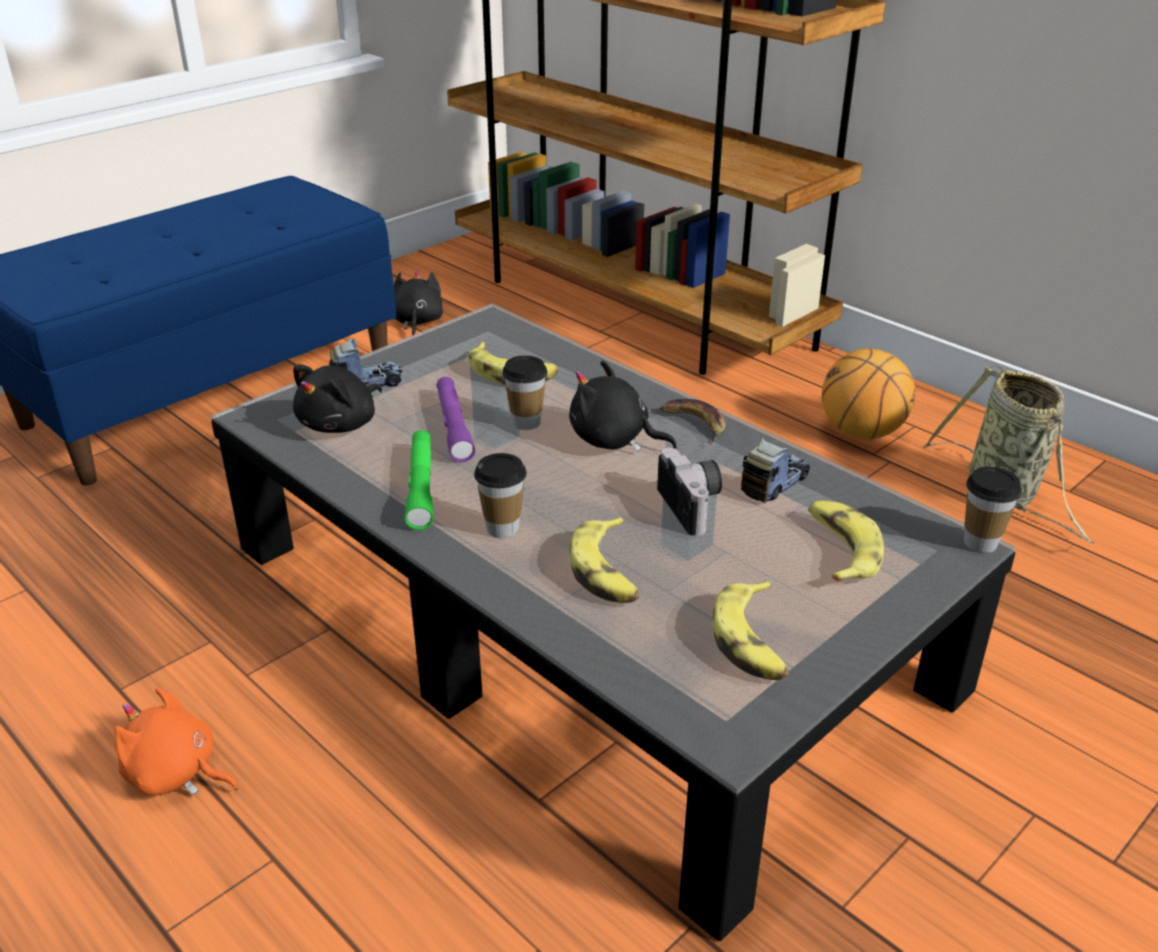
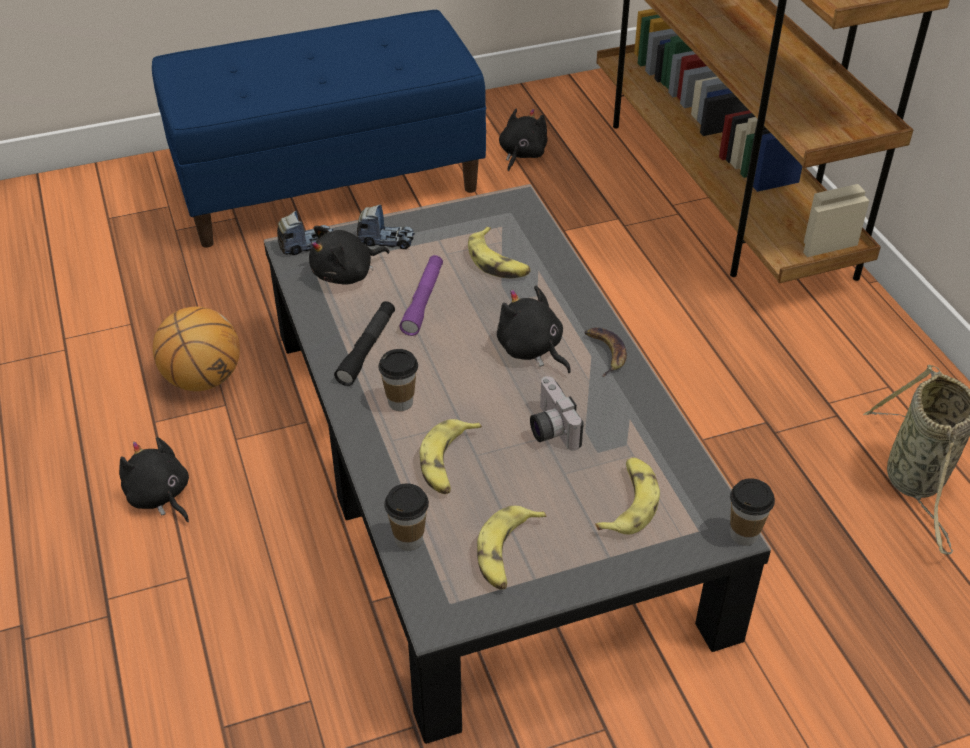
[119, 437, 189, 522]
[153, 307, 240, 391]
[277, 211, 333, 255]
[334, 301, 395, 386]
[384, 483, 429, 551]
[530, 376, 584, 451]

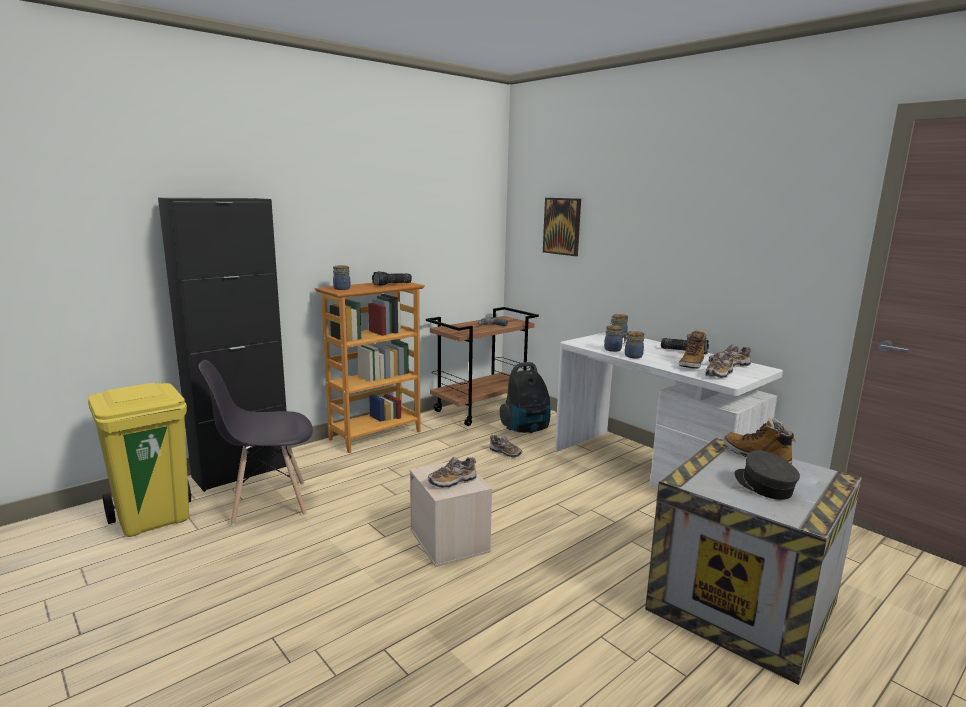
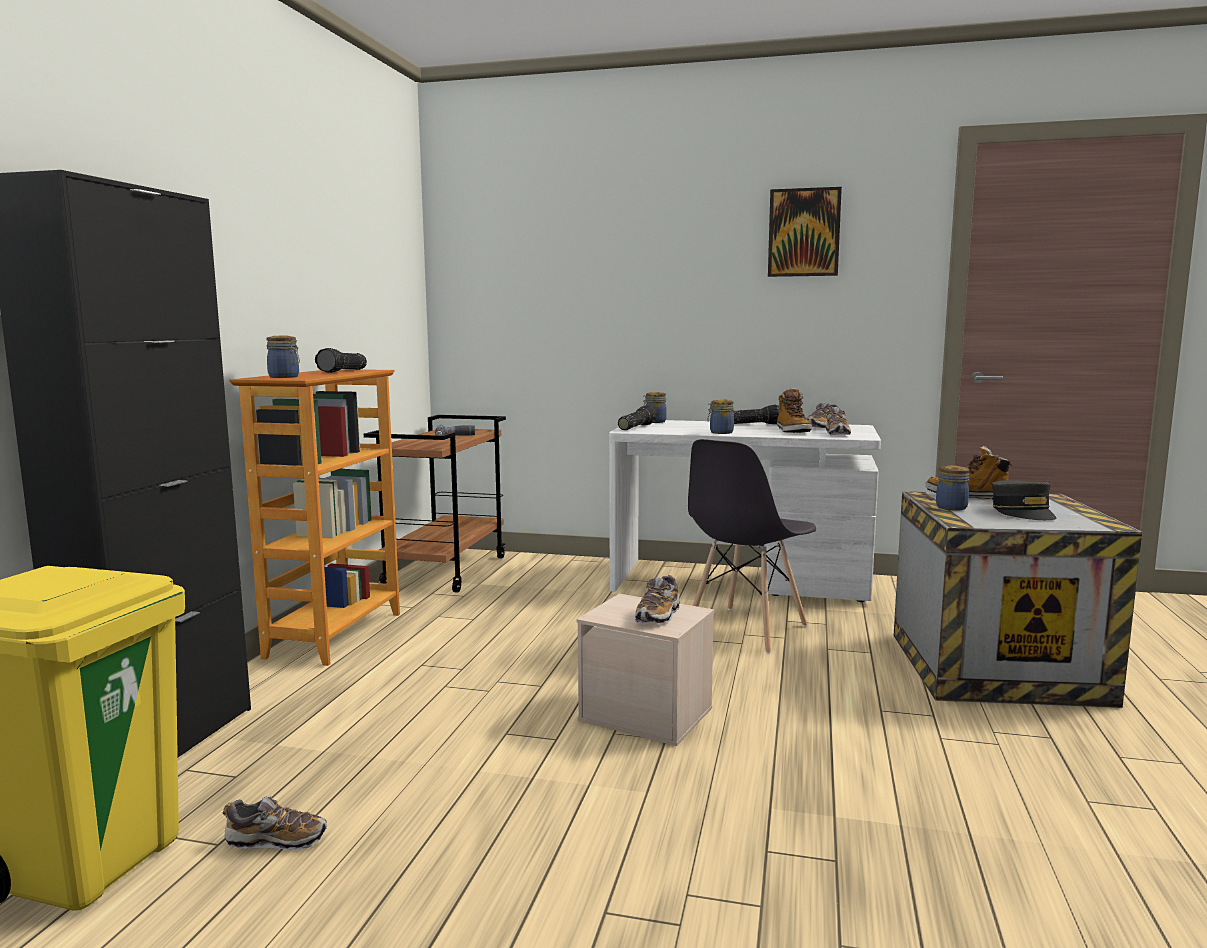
[223, 796, 327, 849]
[618, 405, 657, 430]
[688, 439, 816, 654]
[768, 187, 842, 277]
[936, 466, 970, 511]
[992, 480, 1056, 520]
[500, 362, 551, 433] (first image)

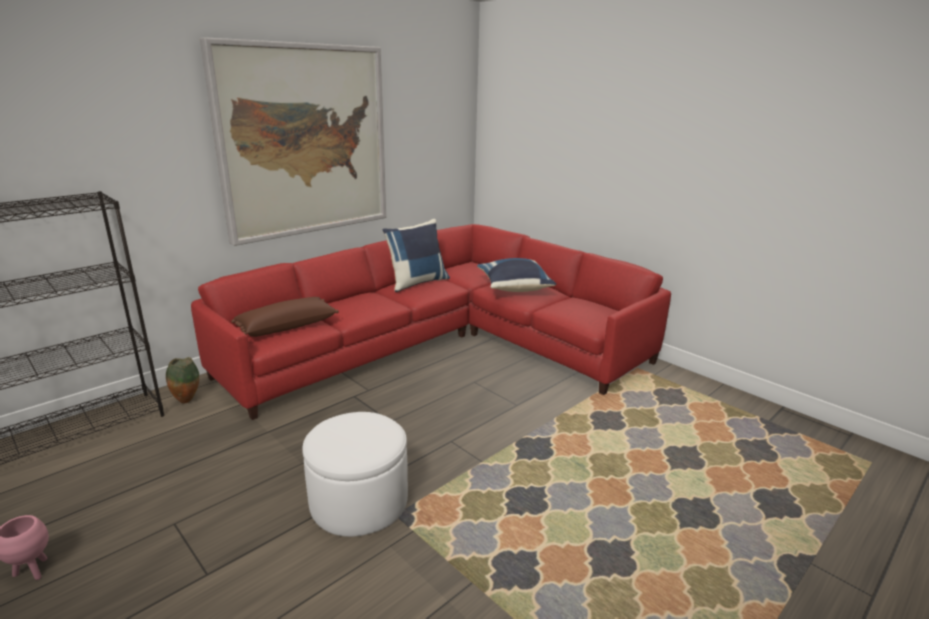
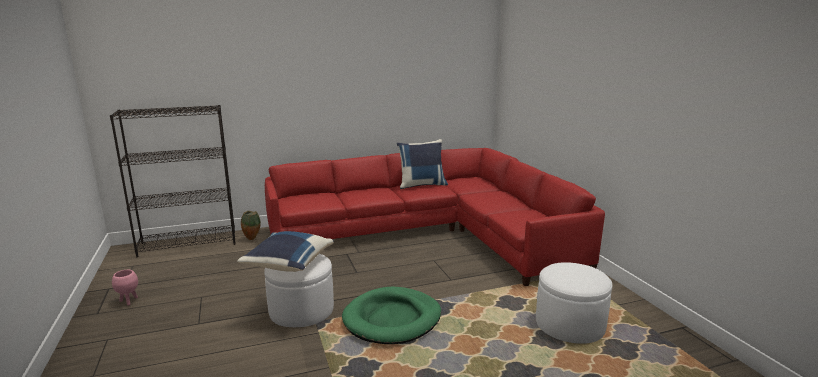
[237, 231, 334, 272]
[342, 286, 441, 344]
[536, 262, 612, 344]
[200, 37, 386, 246] (first image)
[231, 297, 339, 337] (first image)

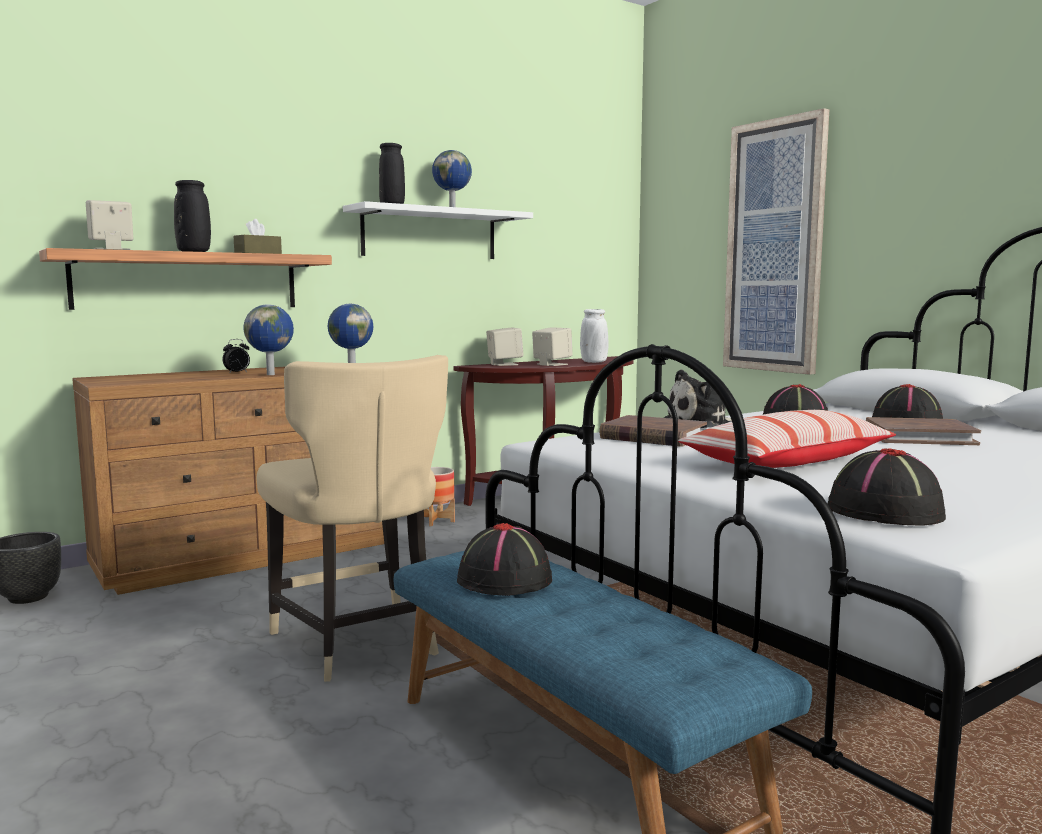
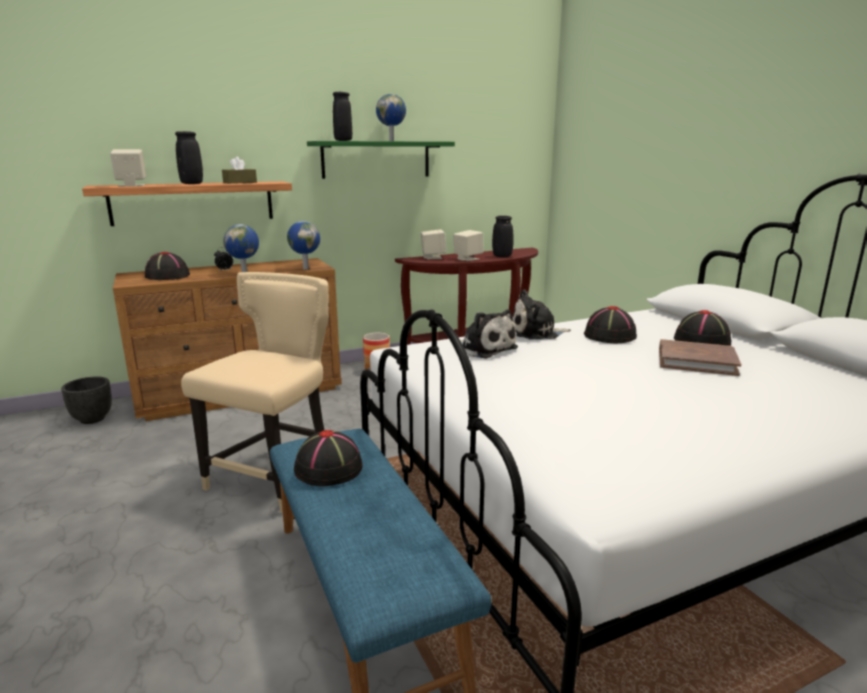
[145, 252, 190, 280]
[181, 272, 329, 513]
[307, 141, 455, 179]
[460, 309, 518, 359]
[492, 216, 514, 257]
[678, 410, 896, 468] (first image)
[723, 108, 829, 375] (first image)

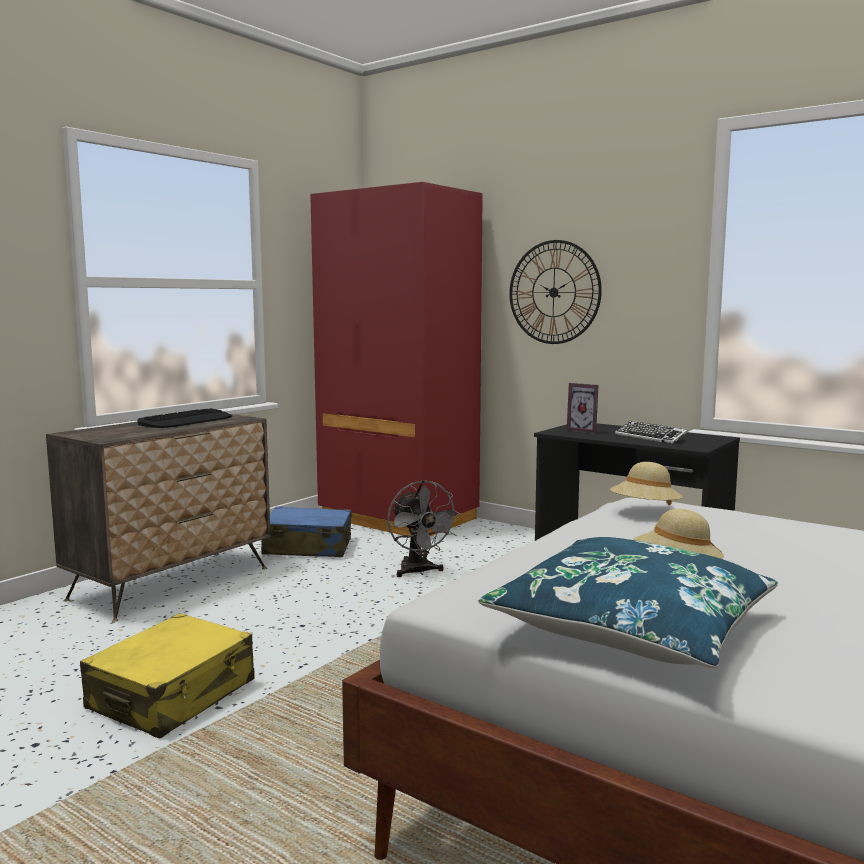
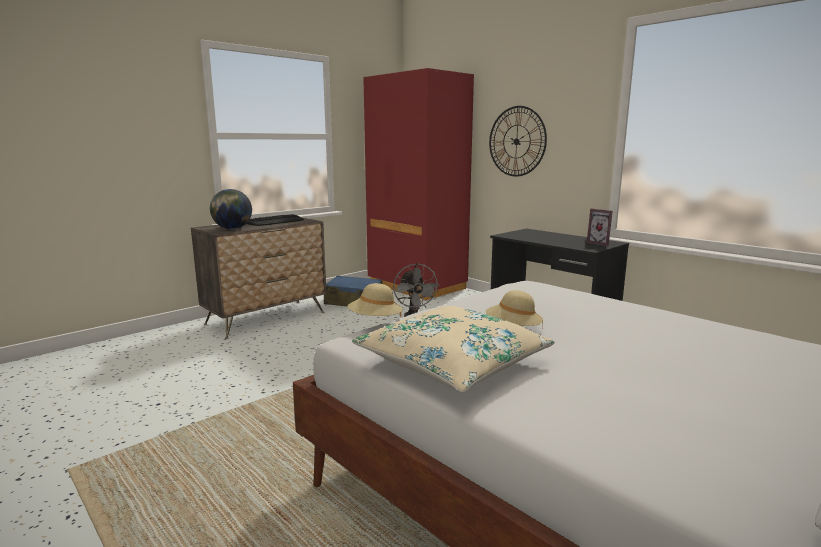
[210, 189, 252, 229]
[348, 283, 402, 317]
[352, 306, 554, 393]
[587, 208, 613, 246]
[80, 613, 255, 739] (first image)
[615, 421, 688, 444] (first image)

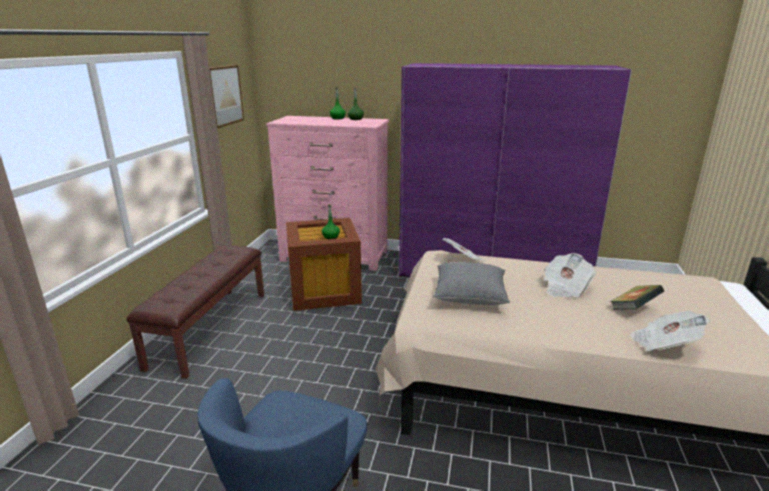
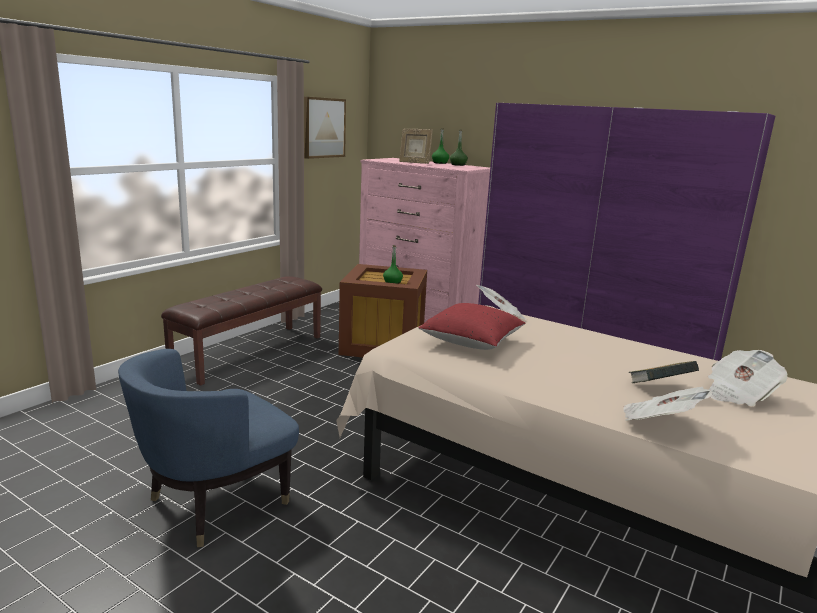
[399, 129, 433, 164]
[418, 303, 526, 350]
[708, 350, 788, 406]

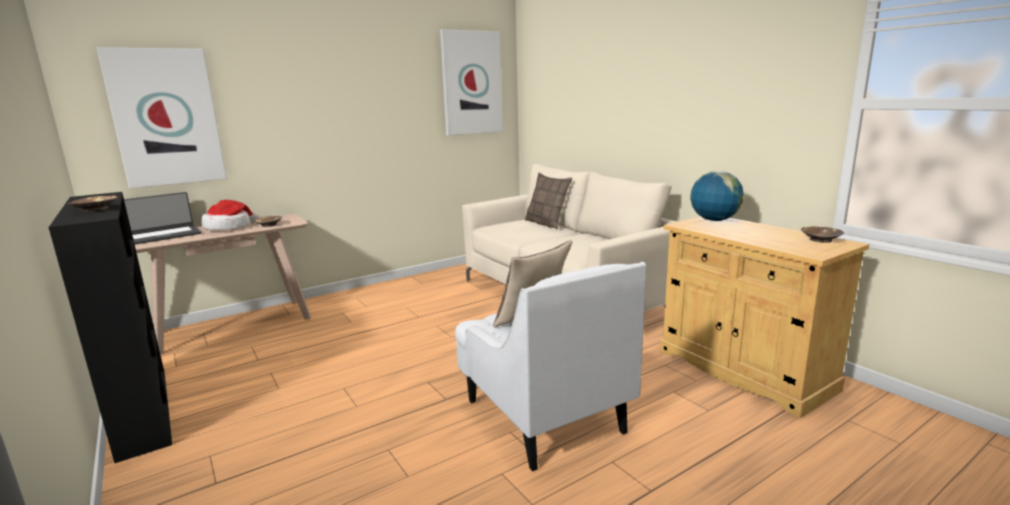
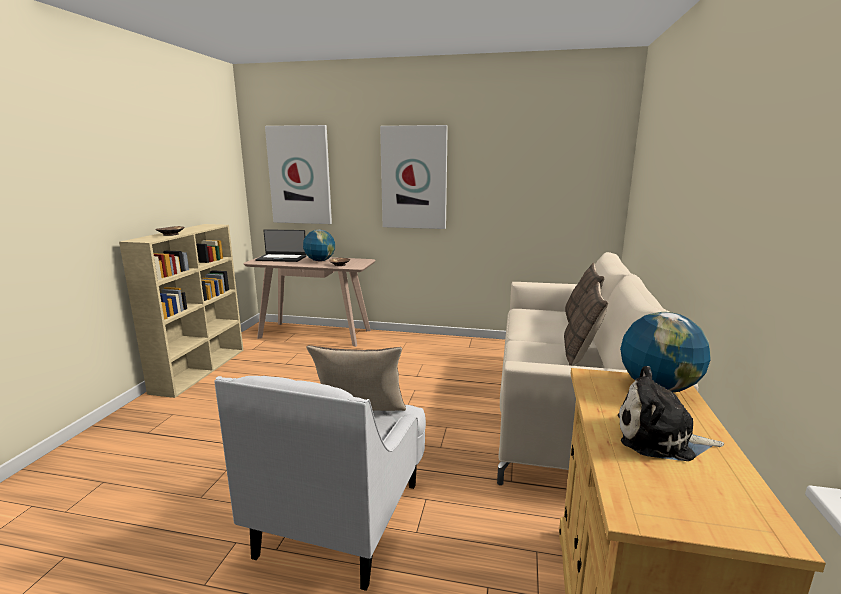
[119, 224, 244, 398]
[303, 229, 335, 261]
[380, 125, 448, 229]
[564, 282, 608, 366]
[618, 366, 724, 461]
[801, 226, 844, 243] (first image)

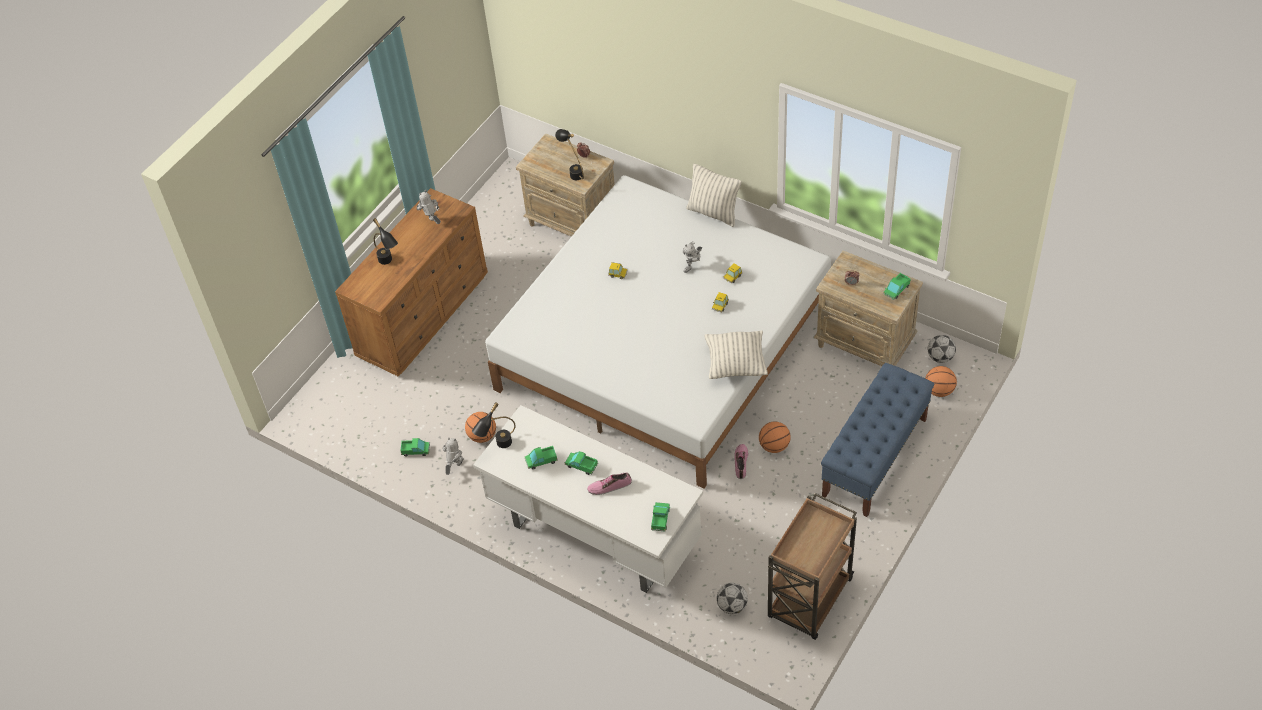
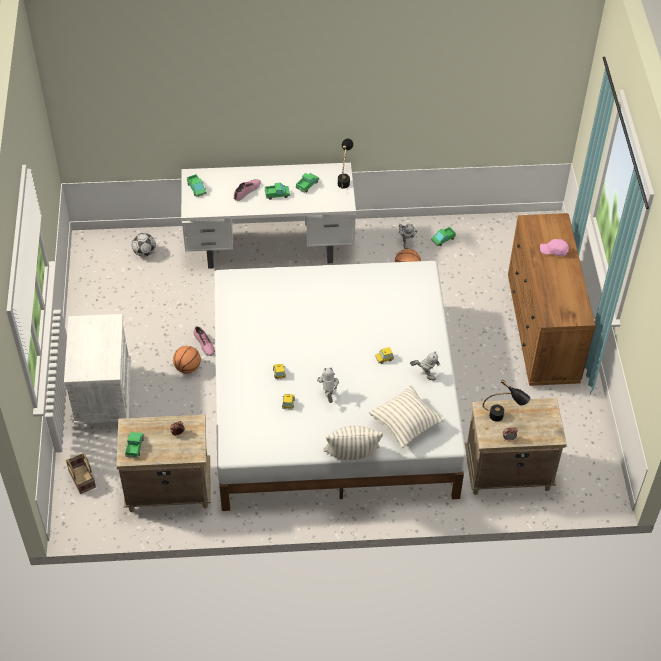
[64, 314, 131, 430]
[66, 453, 96, 494]
[369, 385, 445, 448]
[410, 351, 441, 381]
[540, 239, 569, 256]
[768, 493, 857, 640] (first image)
[928, 335, 956, 363] (first image)

